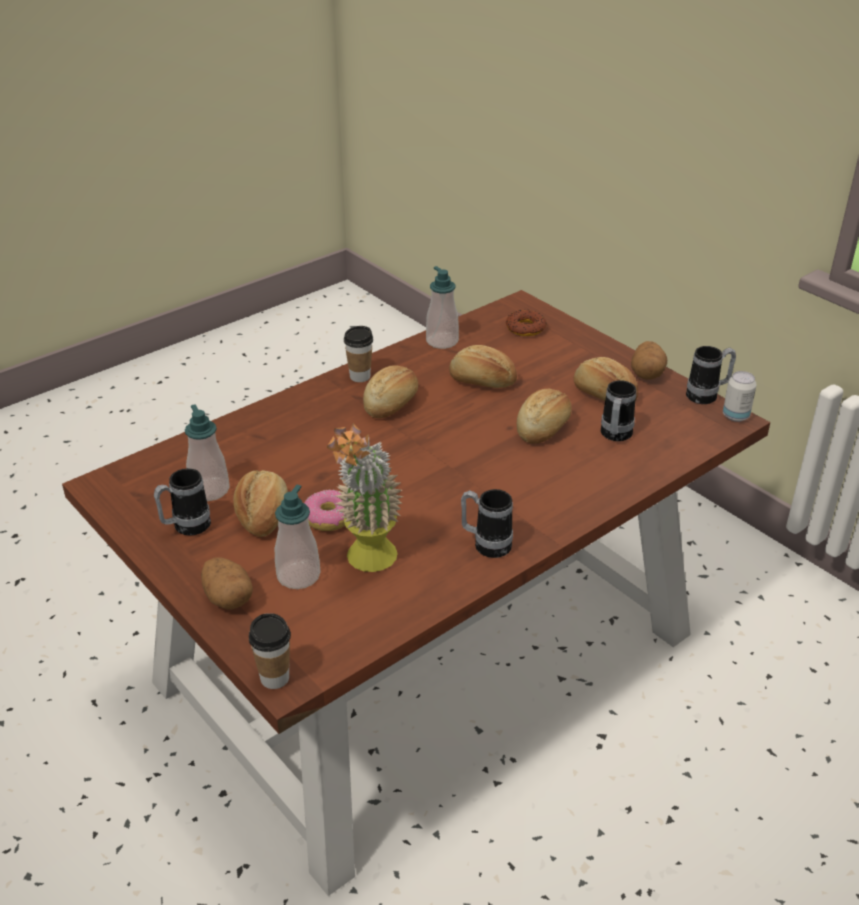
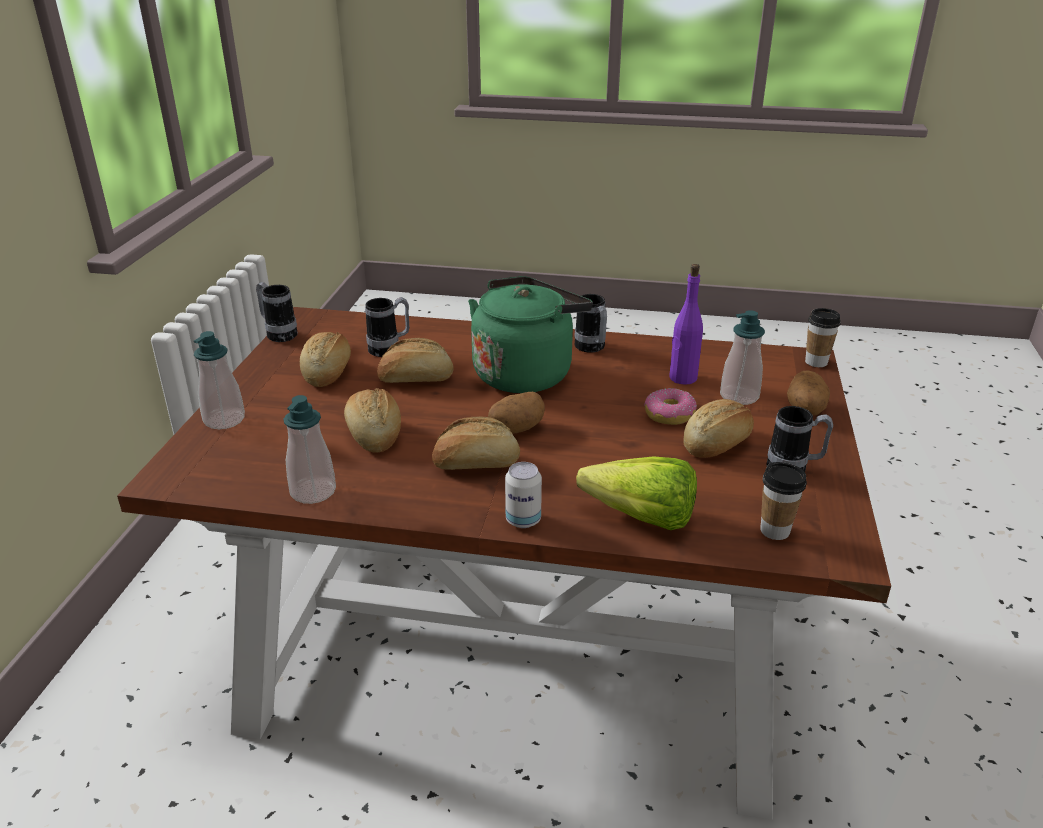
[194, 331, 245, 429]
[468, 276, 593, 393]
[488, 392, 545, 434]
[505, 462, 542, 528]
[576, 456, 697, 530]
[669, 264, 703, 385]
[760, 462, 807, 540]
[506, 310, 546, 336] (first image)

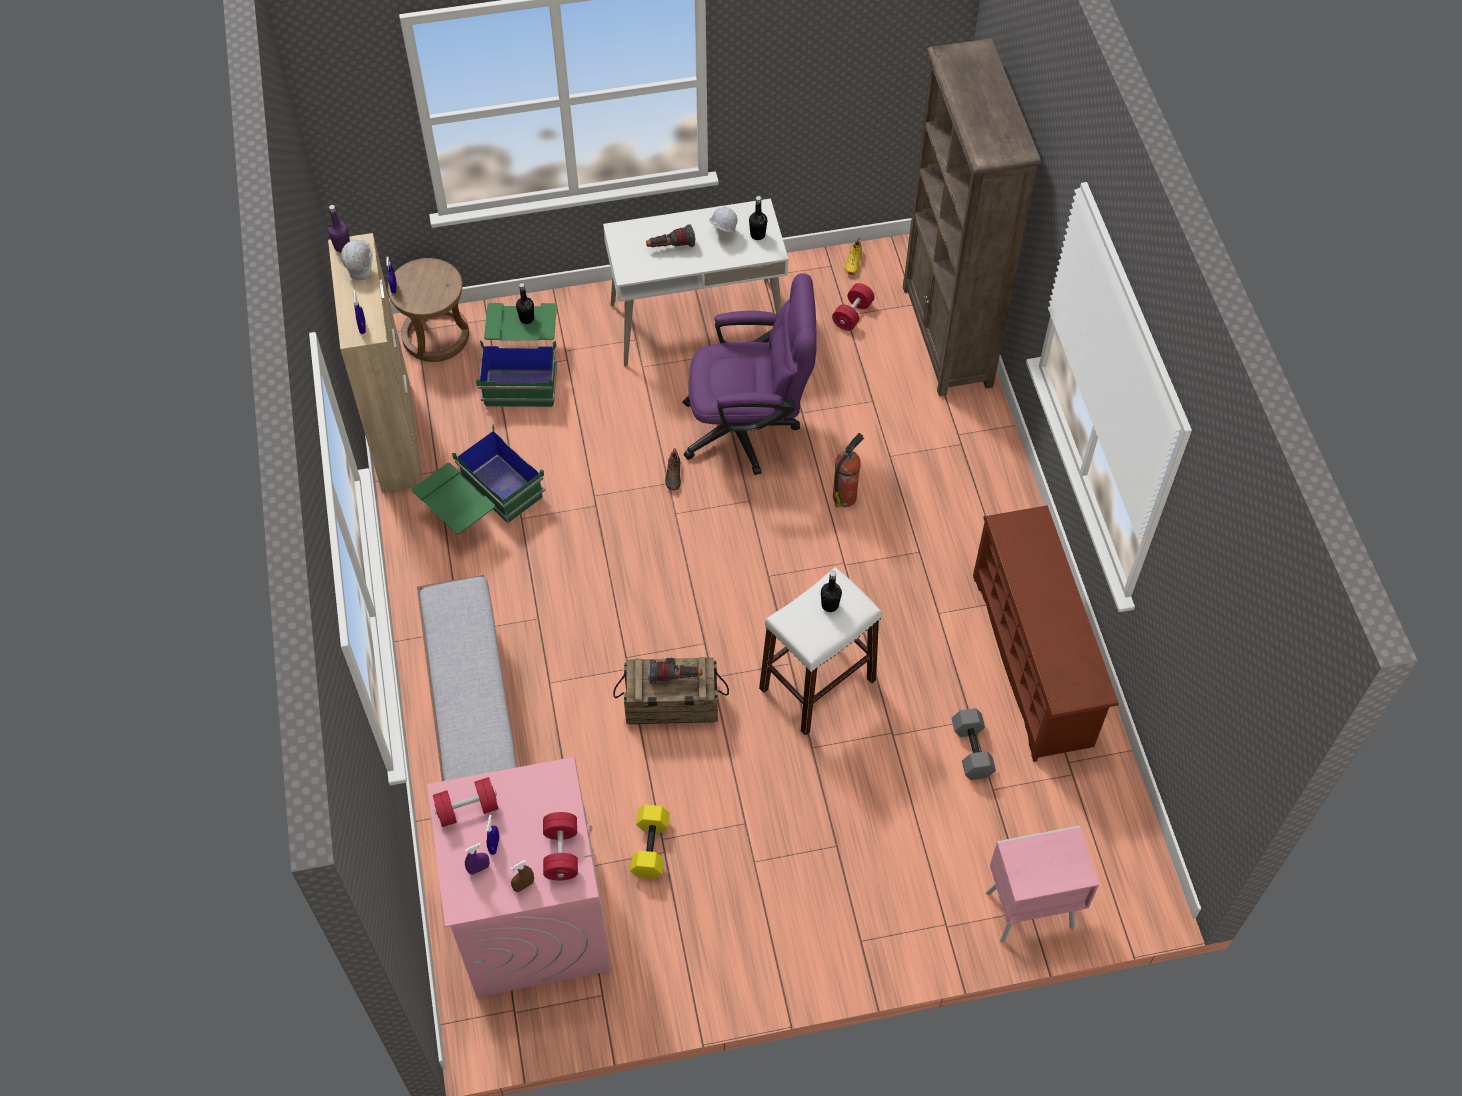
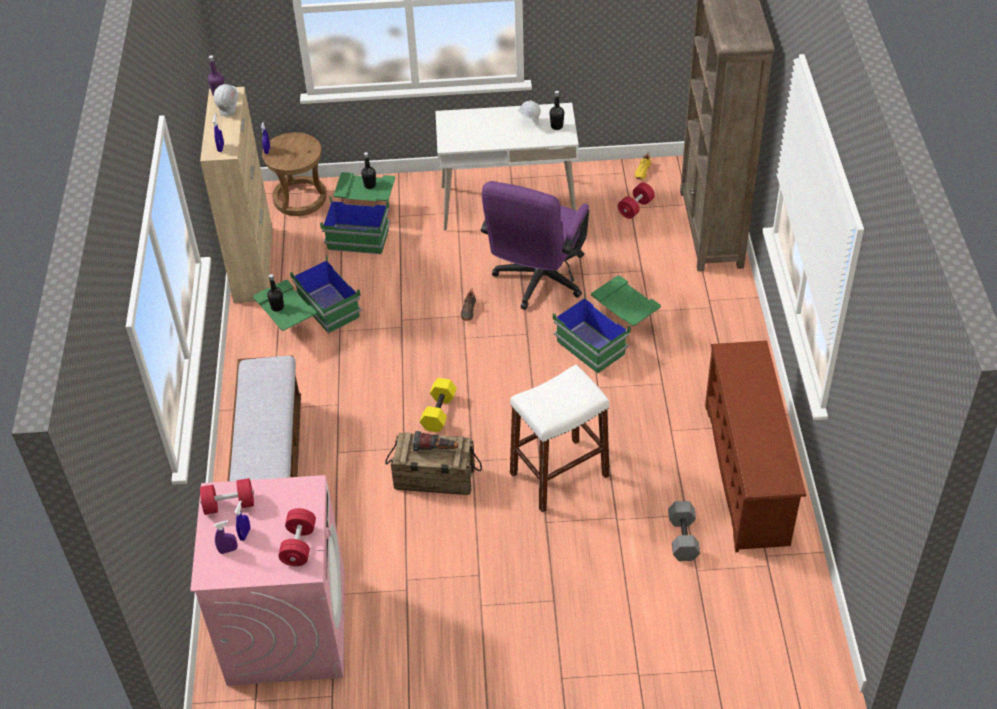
[267, 274, 284, 312]
[420, 378, 457, 432]
[481, 181, 589, 310]
[553, 275, 661, 373]
[510, 860, 534, 892] (first image)
[646, 224, 695, 247] (first image)
[986, 825, 1099, 943] (first image)

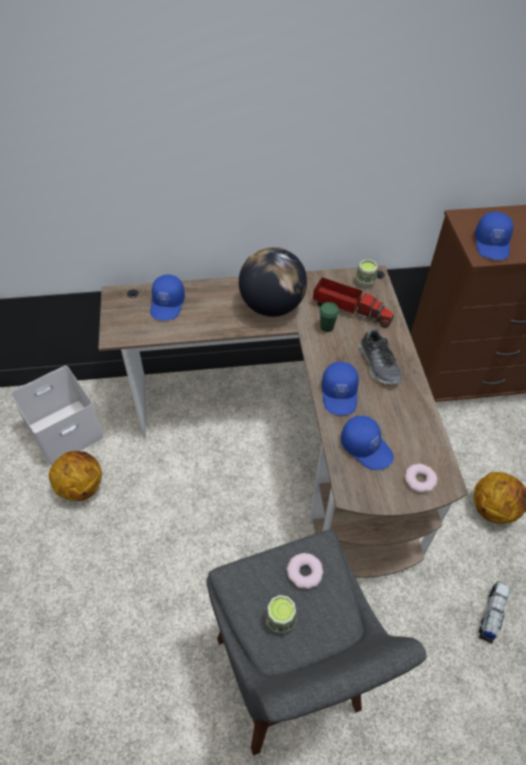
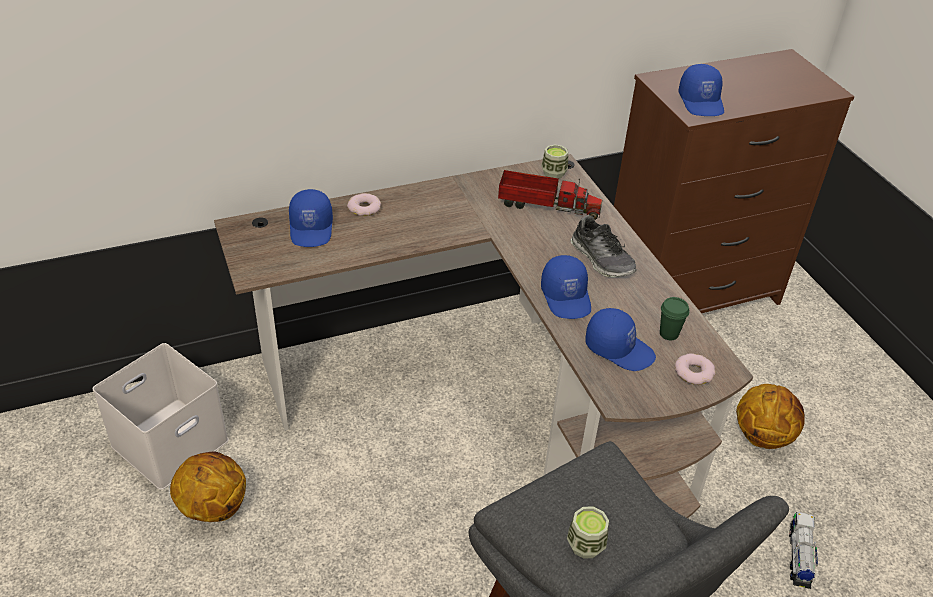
[347, 193, 381, 216]
[660, 297, 689, 340]
[239, 247, 307, 317] (first image)

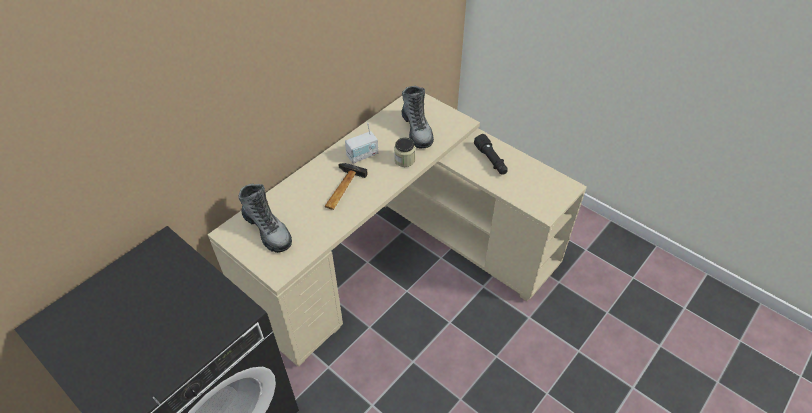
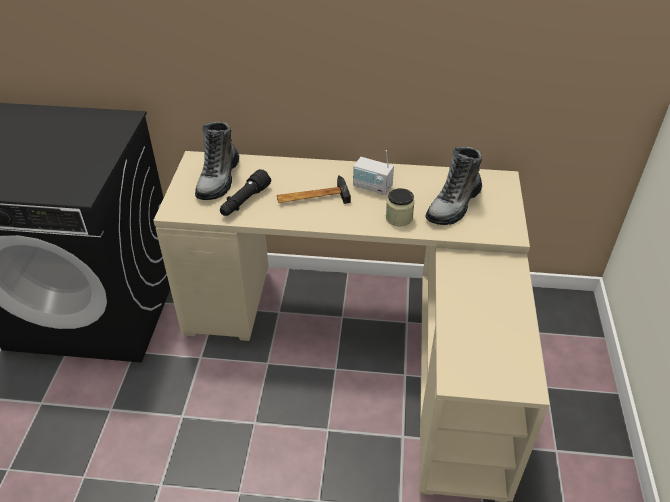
[220, 169, 271, 216]

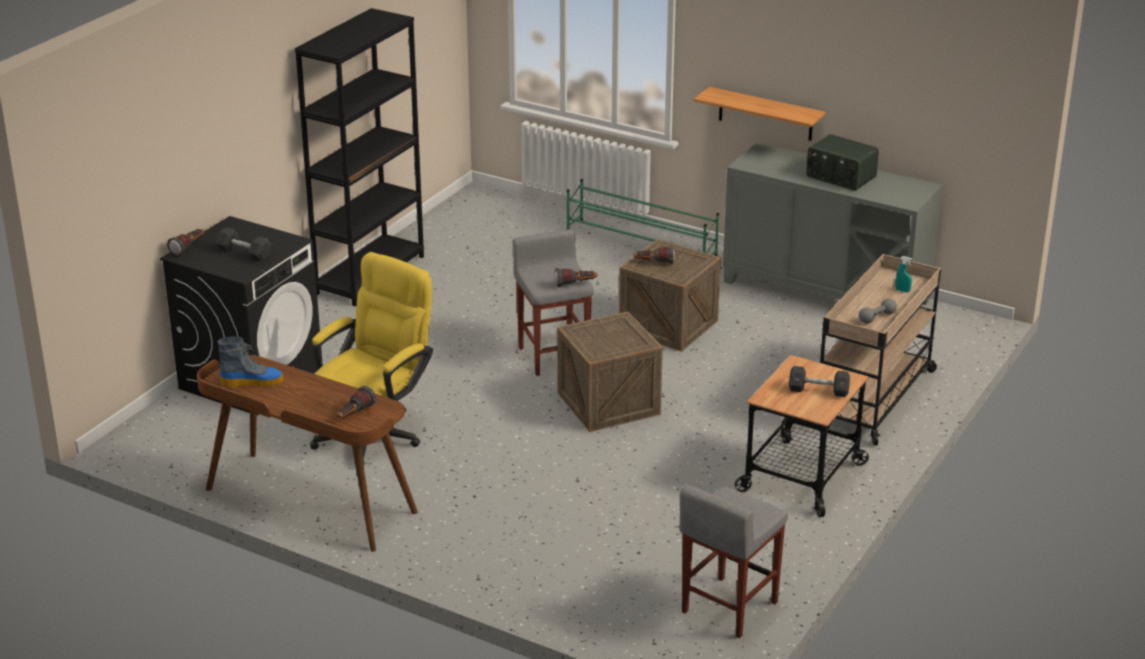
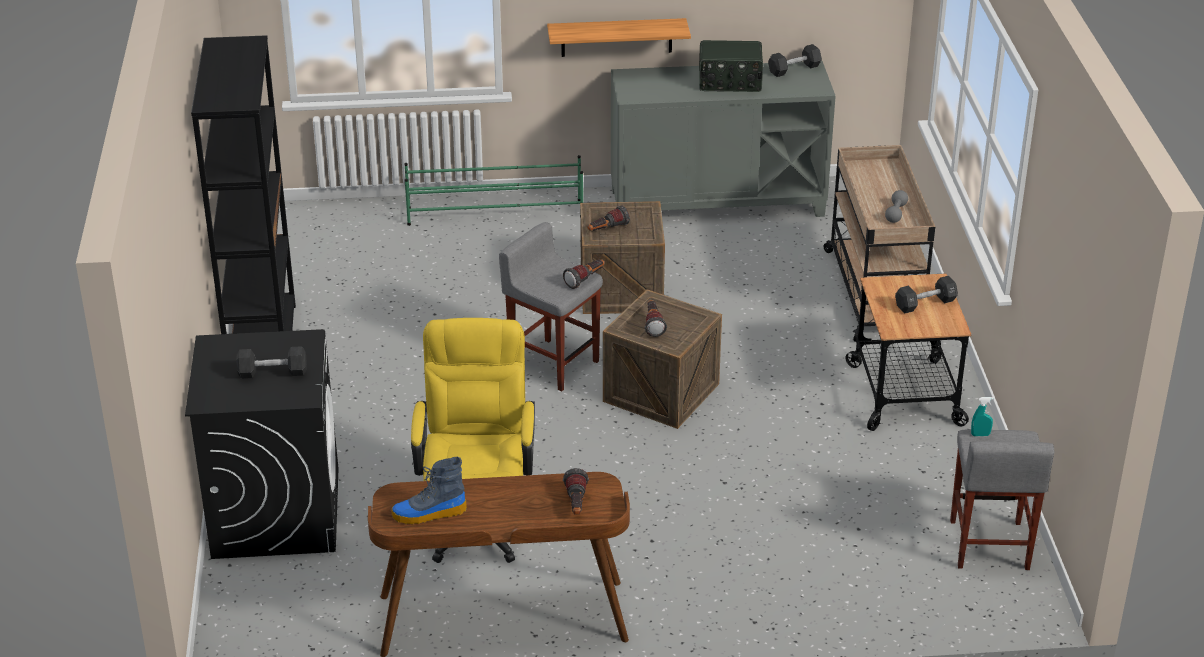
[391, 457, 467, 525]
[644, 300, 667, 337]
[768, 44, 822, 77]
[971, 397, 994, 436]

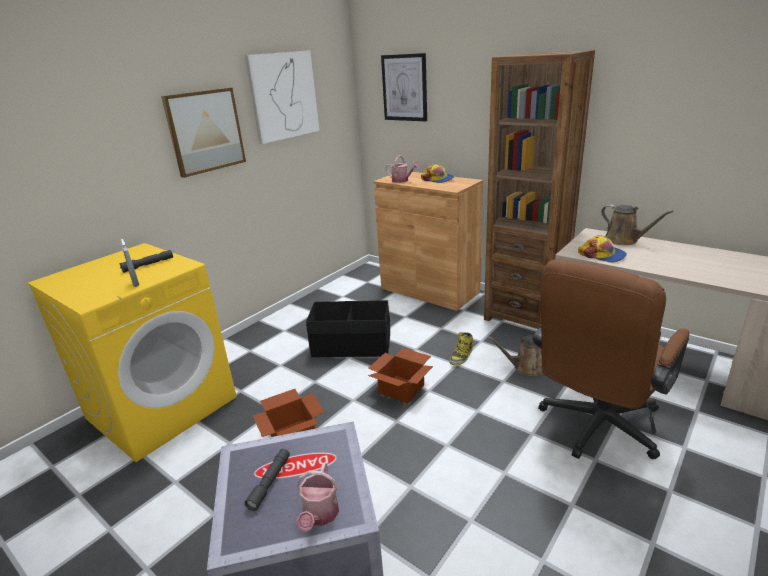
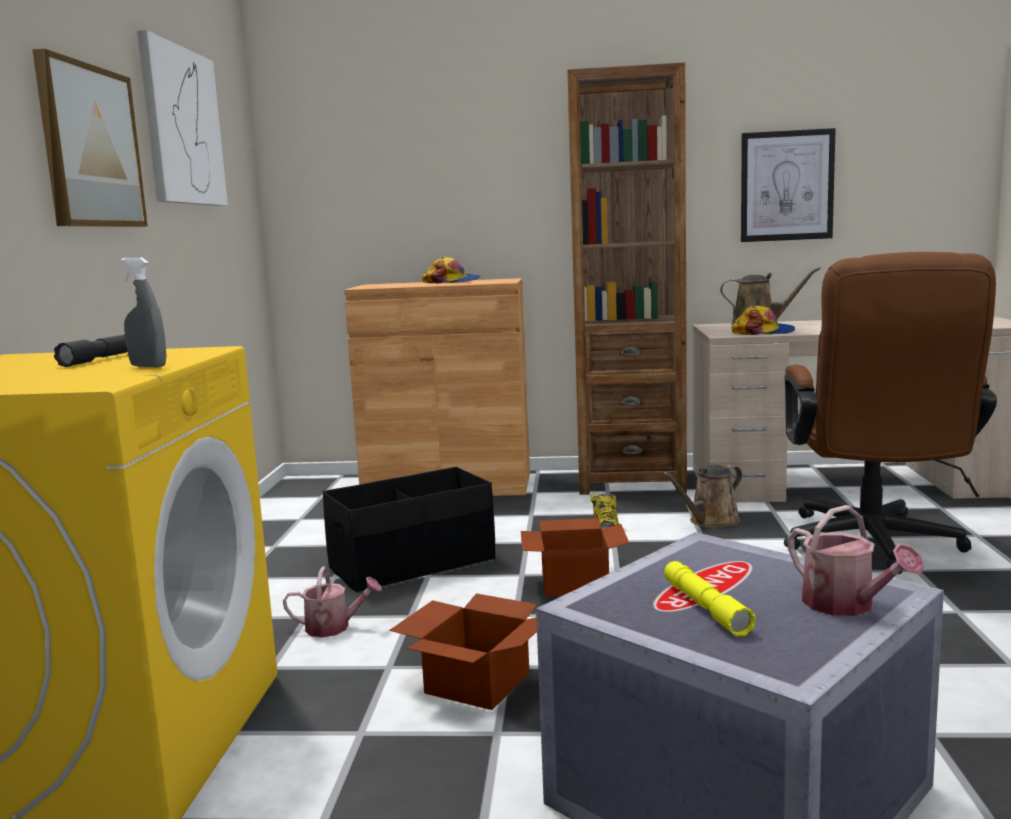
[283, 567, 382, 637]
[664, 561, 756, 636]
[741, 128, 836, 242]

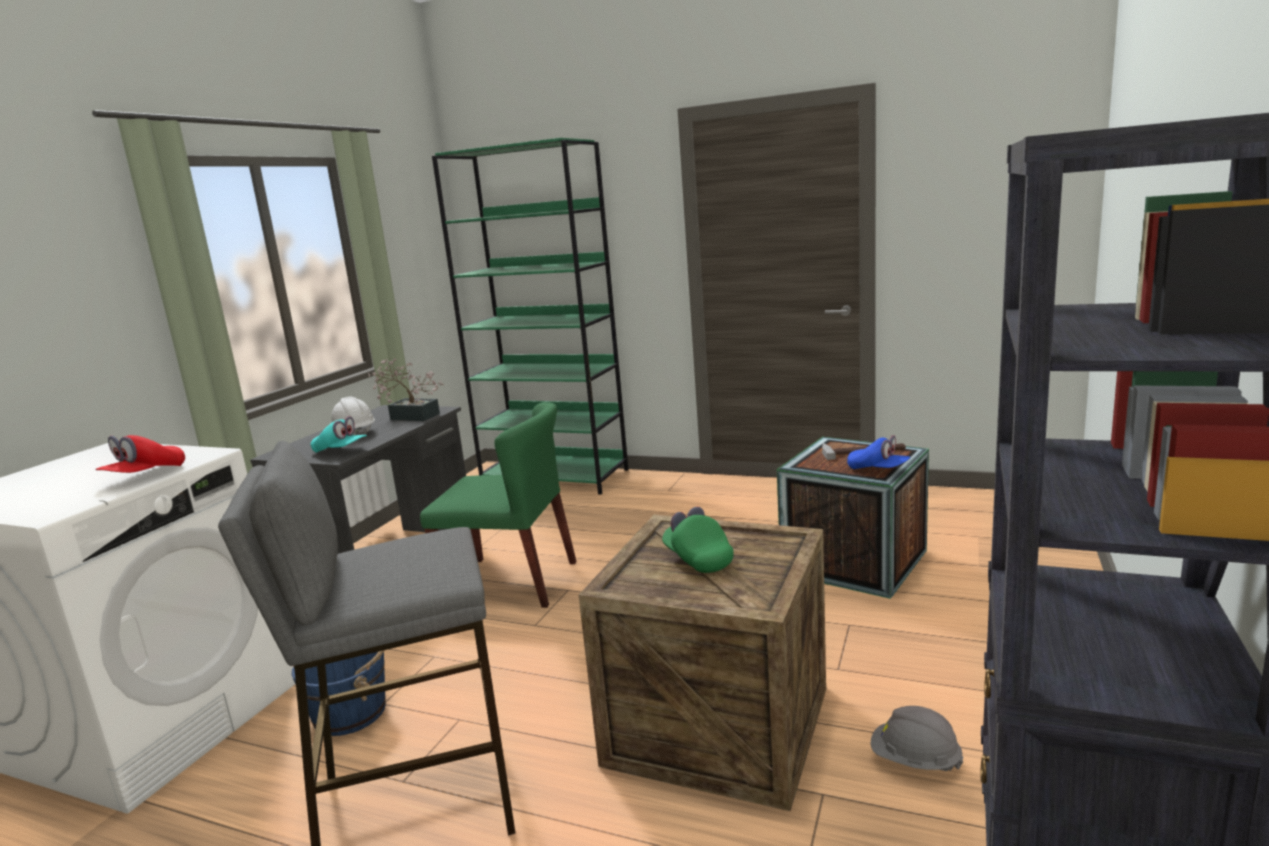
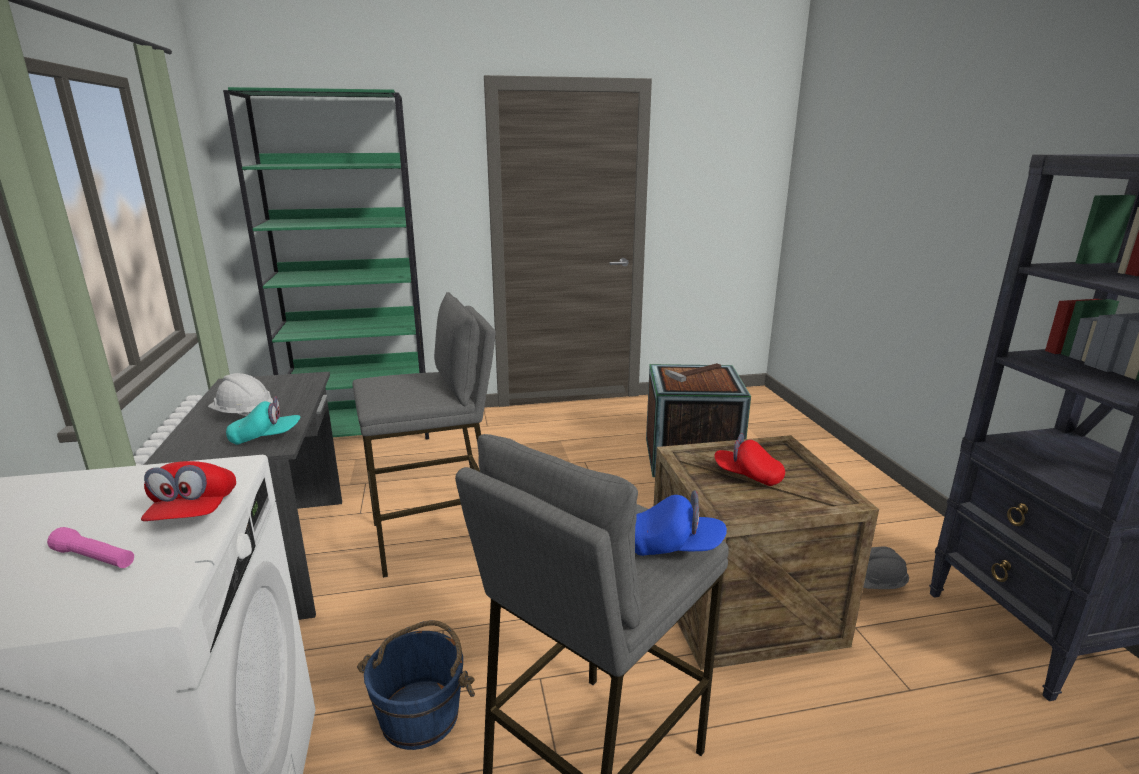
[47, 527, 134, 568]
[353, 292, 496, 578]
[635, 490, 727, 556]
[714, 434, 785, 486]
[368, 358, 444, 421] (first image)

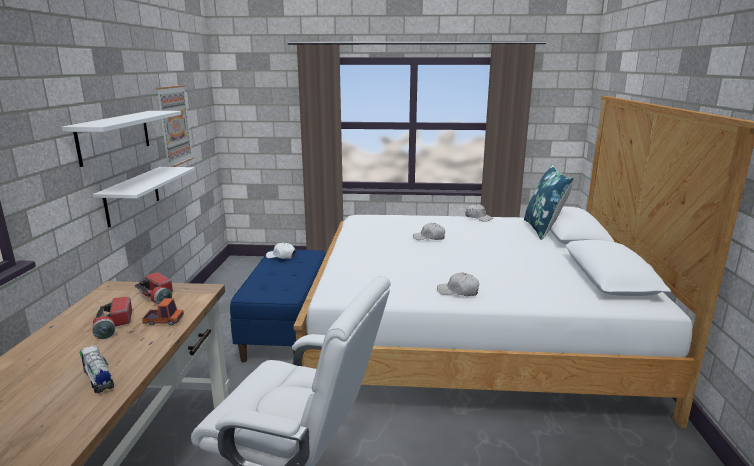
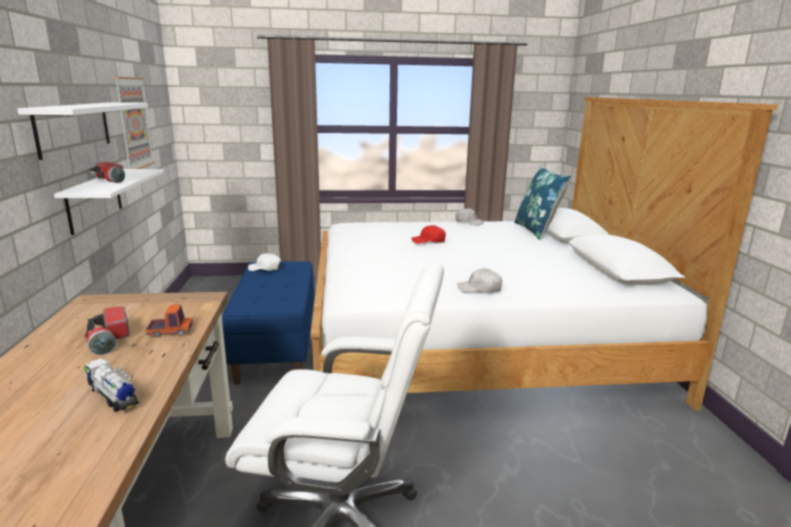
[86, 162, 125, 183]
[412, 225, 446, 244]

